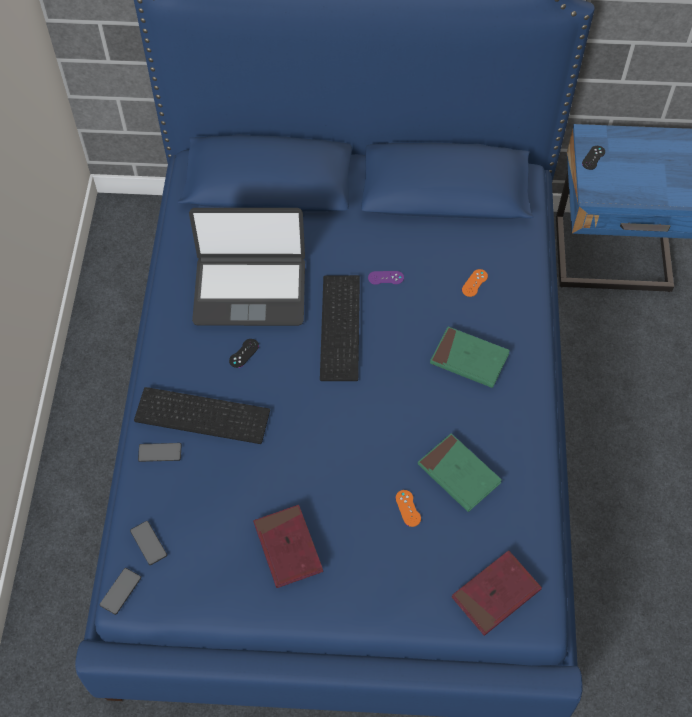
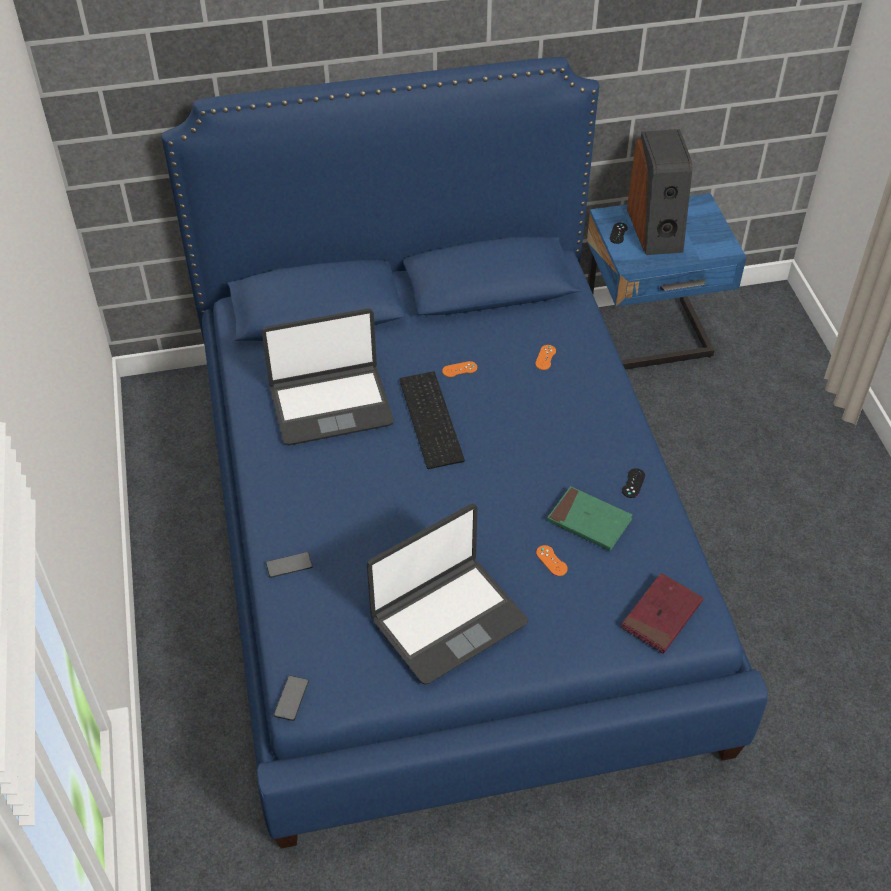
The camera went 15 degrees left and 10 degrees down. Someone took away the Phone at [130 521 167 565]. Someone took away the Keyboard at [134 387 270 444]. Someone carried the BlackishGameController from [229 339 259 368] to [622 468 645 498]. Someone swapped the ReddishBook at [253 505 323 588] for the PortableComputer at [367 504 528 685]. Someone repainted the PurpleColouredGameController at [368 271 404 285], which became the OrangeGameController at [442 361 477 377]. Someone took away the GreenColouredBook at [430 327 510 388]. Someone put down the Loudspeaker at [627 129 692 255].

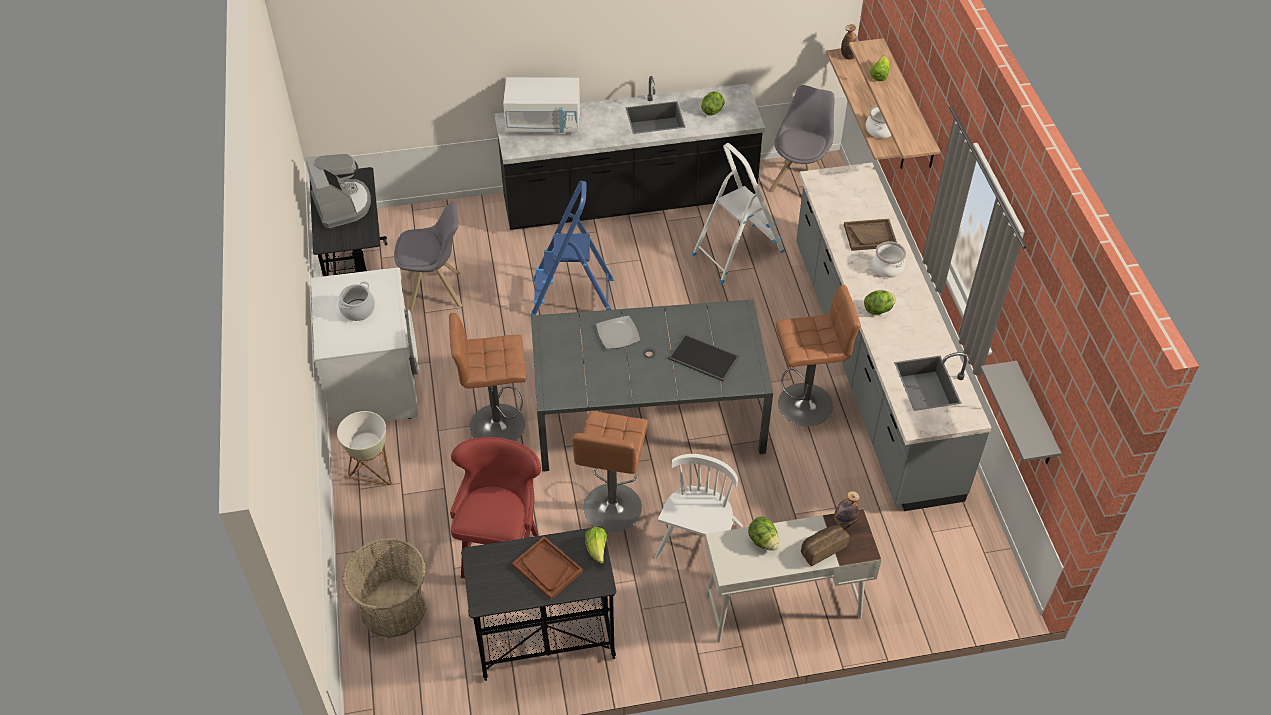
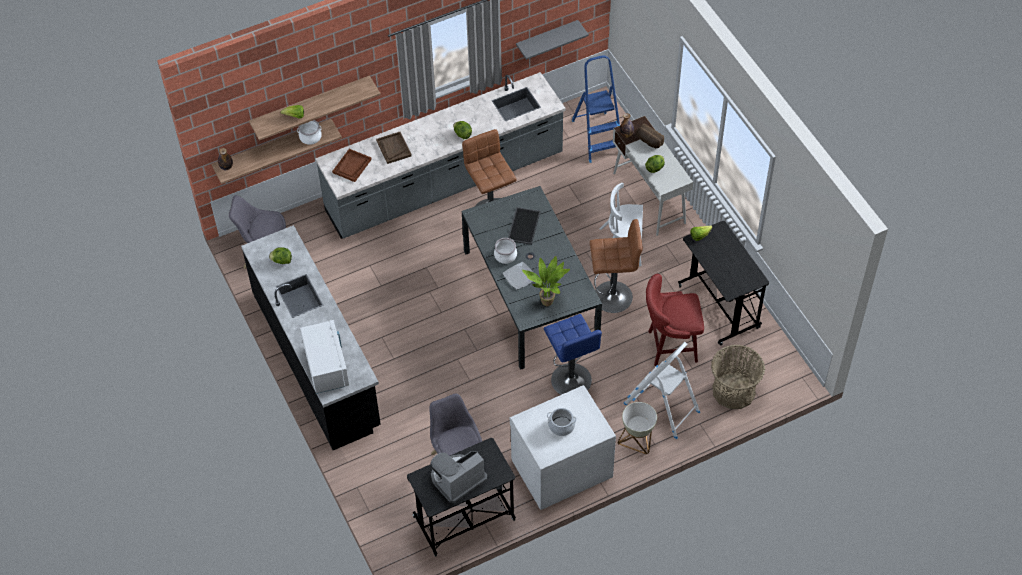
The camera went 105 degrees left and 5 degrees up. Someone repainted the BrownishStool at [449 313 526 441], which became the BluishStool at [544 314 602 395]. Someone carried the BrownishTray from [512 536 583 600] to [332 149 372 182]. Someone carried the BluishStepladder from [530 180 614 316] to [572 55 620 163]. Someone carried the WhiteColouredStepladder from [692 143 785 284] to [623 342 700 439]. Someone carried the Saucepot from [872 241 906 278] to [494 238 517 264]. Someone put down the PottedPlant at [522 256 570 306].

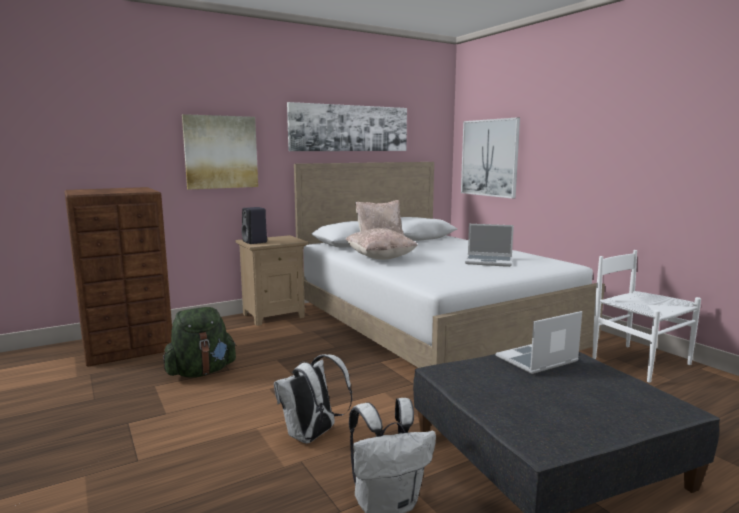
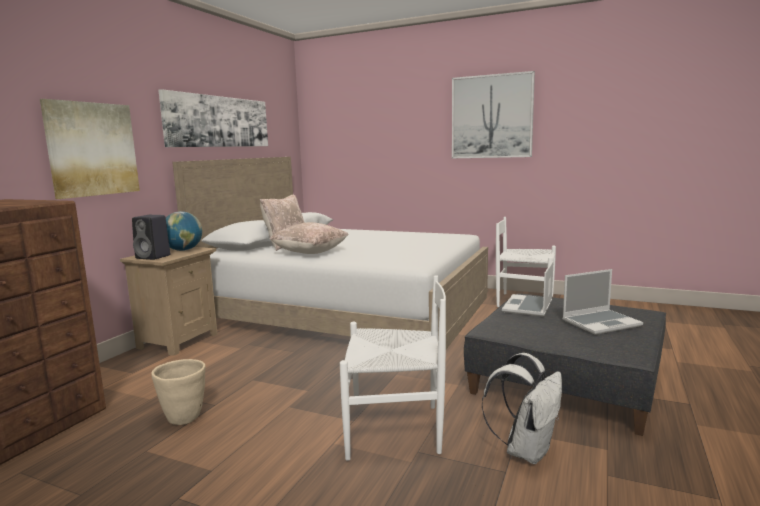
The camera went 35 degrees left and 0 degrees up. Someone swapped the GreenColouredKnapsack at [163 307 237 378] for the SandColouredFlowerPot at [151 359 206 425]. Someone swapped the WhiteColouredKnapsack at [274 354 352 444] for the WhiteColouredChair at [340 275 446 461]. Someone carried the WallArt from [461 117 520 199] to [452 71 535 158]. Someone carried the PortableComputer from [465 224 514 267] to [562 269 643 335]. Someone put down the Globe at [166 211 202 251].

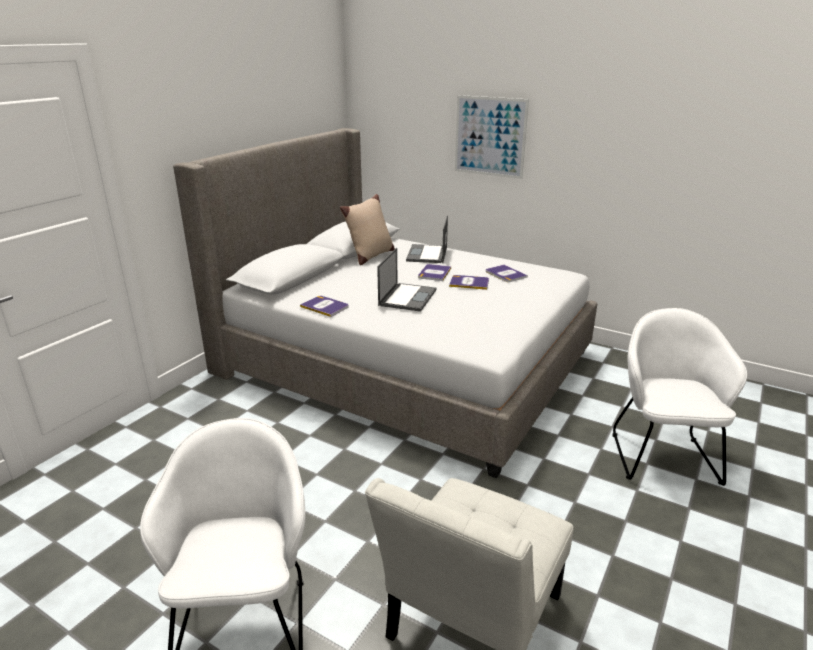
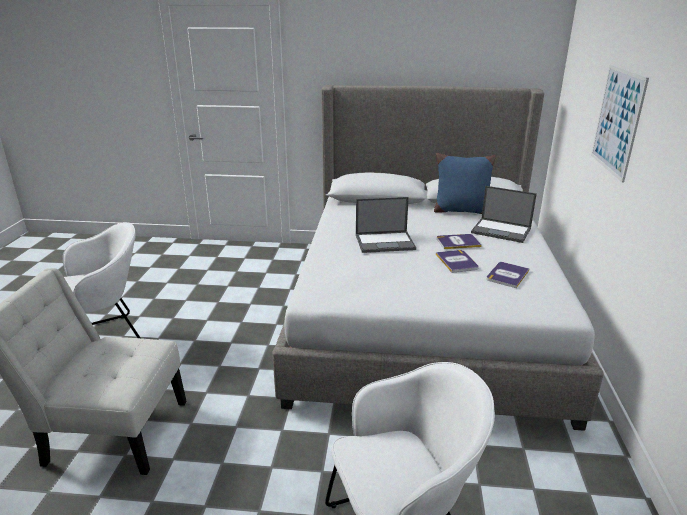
The camera went 65 degrees right and 0 degrees up. Someone took away the Book at [300 296 349 317]. Someone repainted the SandColouredPillow at [340 194 395 265], which became the BluishPillow at [434 153 496 214]. Someone rotated the PortableComputer at [406 215 448 263] by 135 degrees counterclockwise.

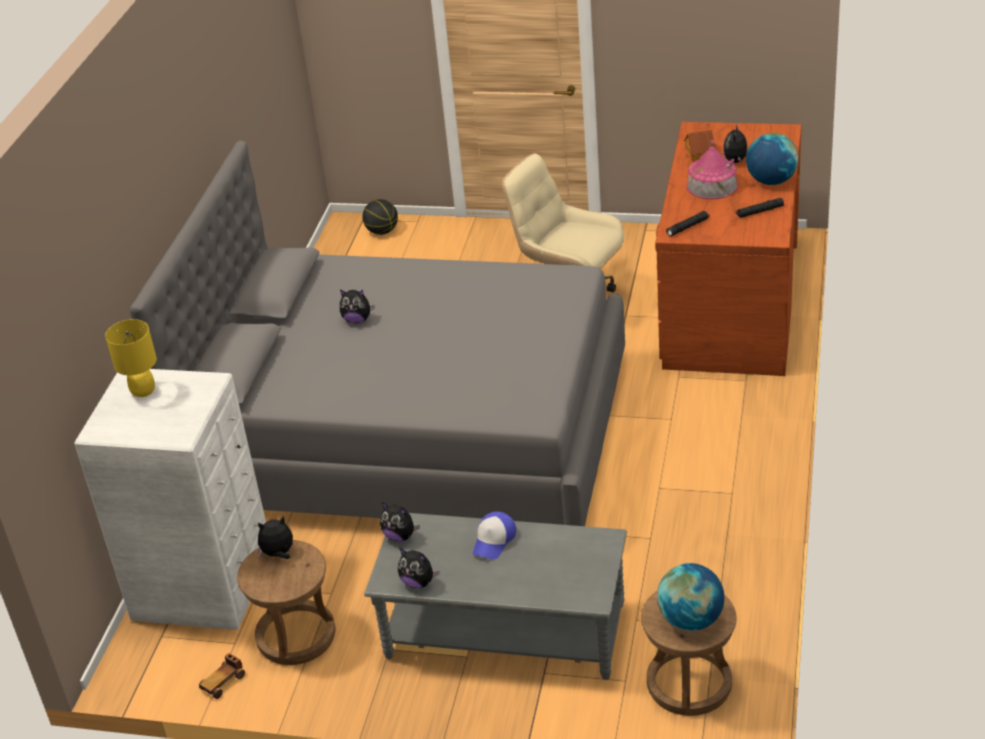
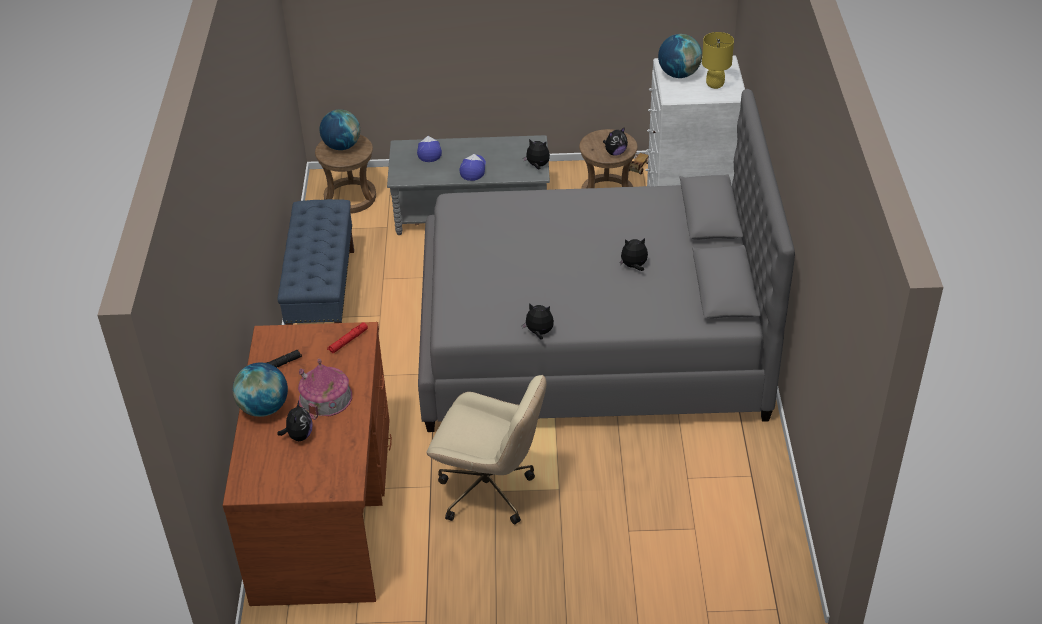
The camera went 165 degrees right and 5 degrees up. Someone took away the Basketball at [362 199 398 235]. Someone carried the SoftToy from [398 548 439 589] to [522 303 554 339]. Someone repainted the BlackishHandTorch at [666 211 710 236], which became the ReddishHandTorch at [327 322 368 353]. Someone took away the ModelHouse at [684 130 716 161]. Someone put down the BluishBench at [278 199 354 325]. Someone put down the Cap at [417 136 442 162]. Someone put down the Globe at [658 34 702 78].

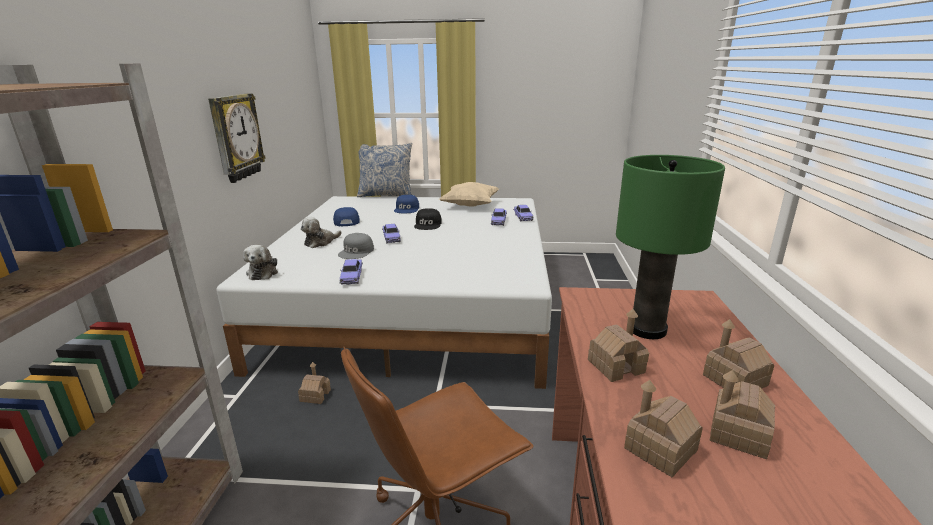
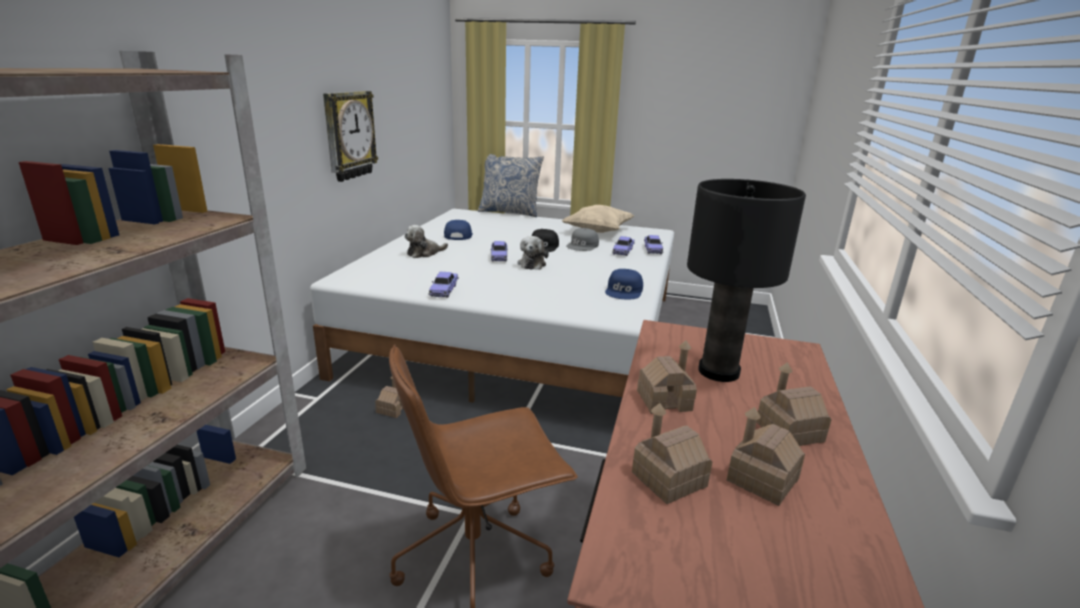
The camera went 10 degrees right and 0 degrees up. Someone carried the SoftToy from [243 245 278 280] to [517 236 549 270]. Someone carried the GrayCap from [338 233 374 259] to [566 228 599 251]. Someone carried the BluishCap from [394 195 419 214] to [605 269 643 300]. Someone repainted the GreenColouredTabletopLamp at [616 155 725 339], which became the BlackishTabletopLamp at [687 179 806 382].

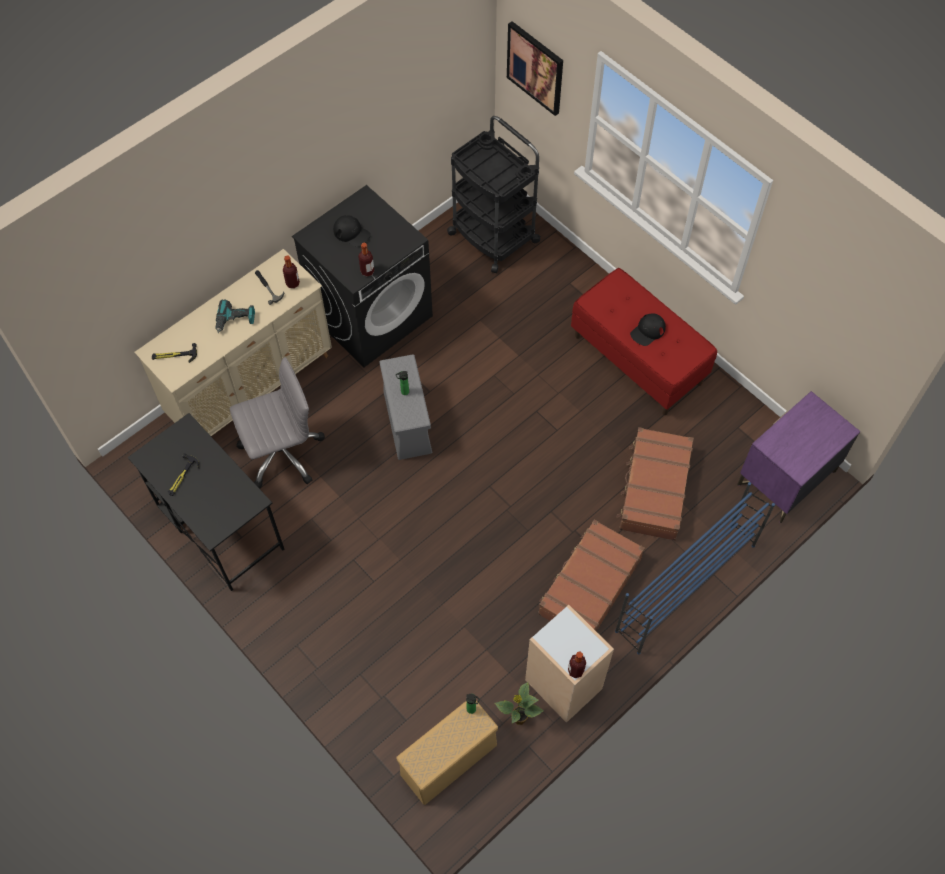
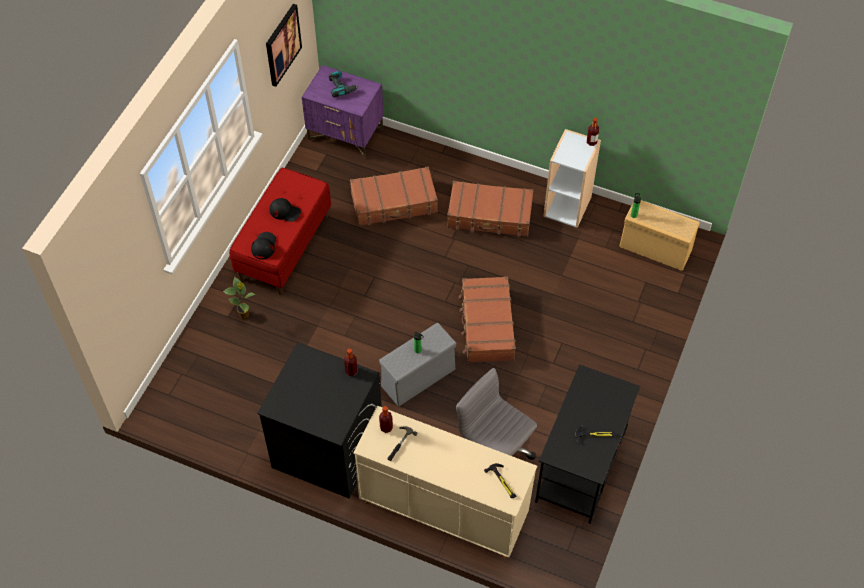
The camera went 115 degrees left and 5 degrees down. Someone carried the Drill from [215 299 255 333] to [329 71 358 97]. Someone carried the BlackishCap from [333 215 371 247] to [251 232 276 259]. Someone took away the BlackishTrolley at [447 116 541 273]. Someone carried the PottedPlant from [494 682 544 725] to [223 277 256 319]. Someone carried the WallArt from [507 21 563 116] to [266 4 302 87]. Someone took away the BluishShoeShelf at [615 482 775 655]. Someone put down the BrownishTravelCase at [459 276 516 362].

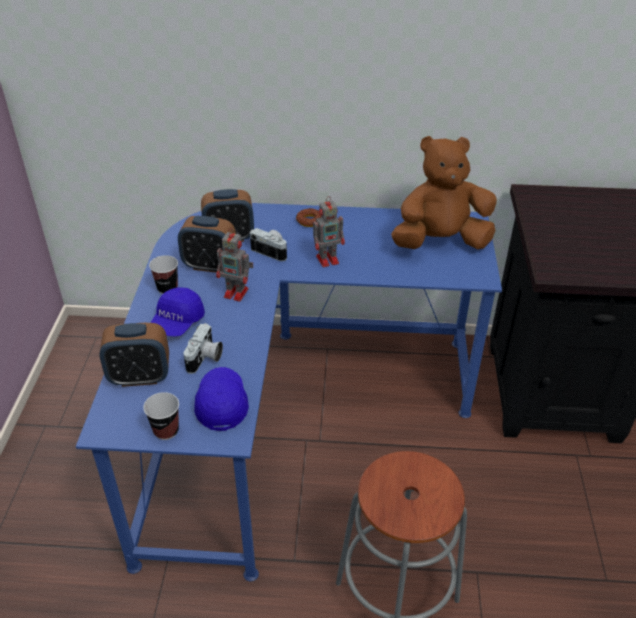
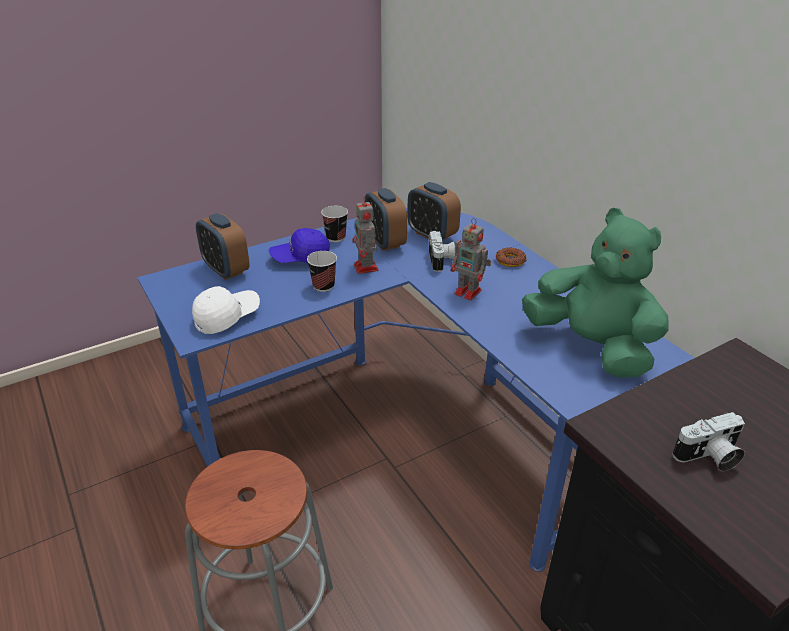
The camera went 55 degrees right and 5 degrees down. Someone carried the DrinkingCup from [143 392 179 440] to [307 251 337 292]. Someone carried the PhotoCamera from [183 323 223 374] to [672 412 745 471]. Someone repainted the BluishCap at [194 367 249 431], which became the WhiteColouredCap at [192 286 260 334]. Someone repainted the BrownishSoftToy at [391 136 497 249], which became the GreenColouredSoftToy at [522 208 669 377].

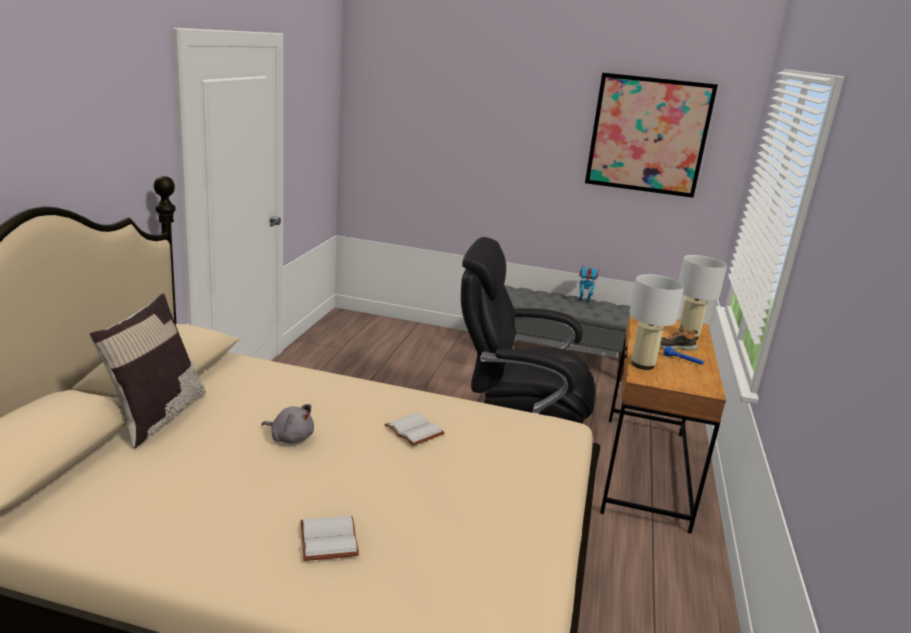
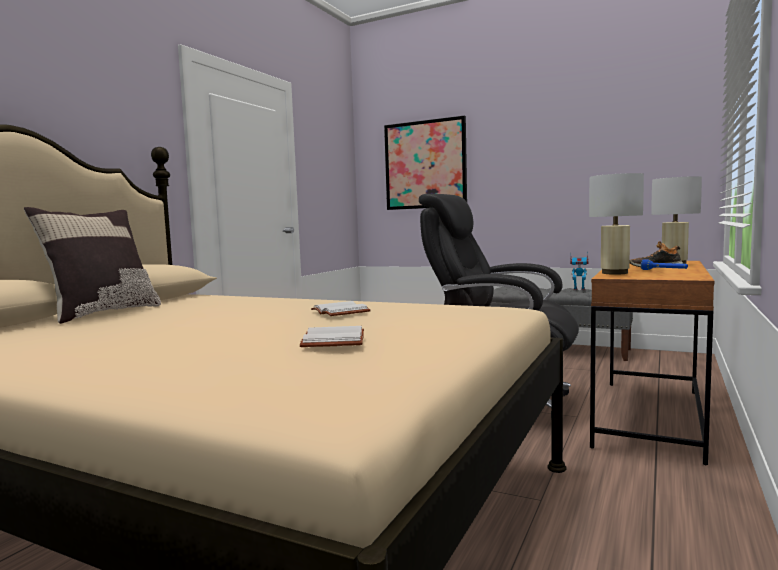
The camera went 15 degrees right and 15 degrees down. Someone took away the GraySoftToy at [261 404 314 443]. Someone carried the WhiteColouredBook from [301 516 359 561] to [300 326 364 347]. Someone carried the WallArt from [585 73 718 198] to [384 116 467 210].

